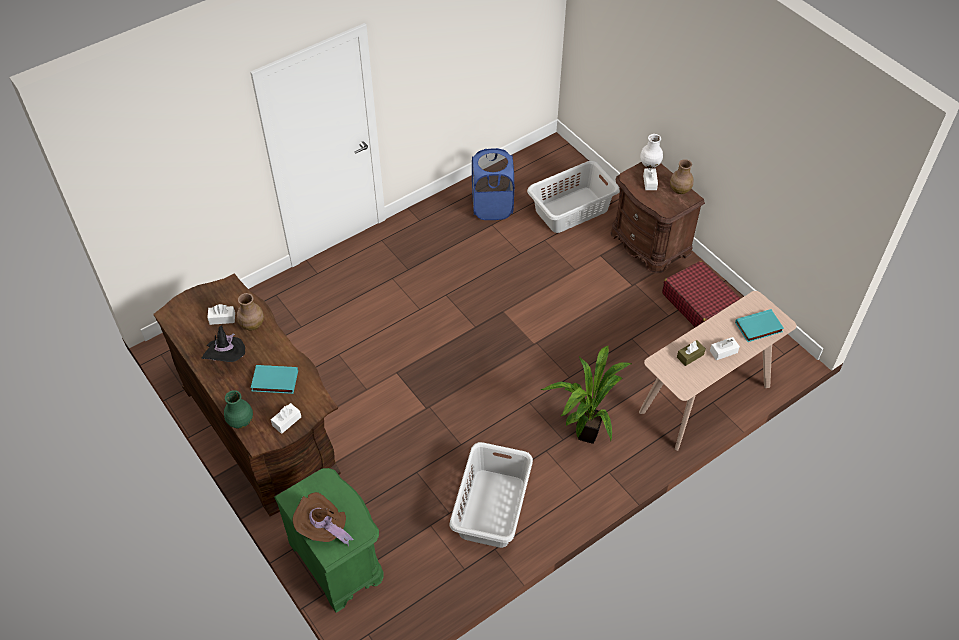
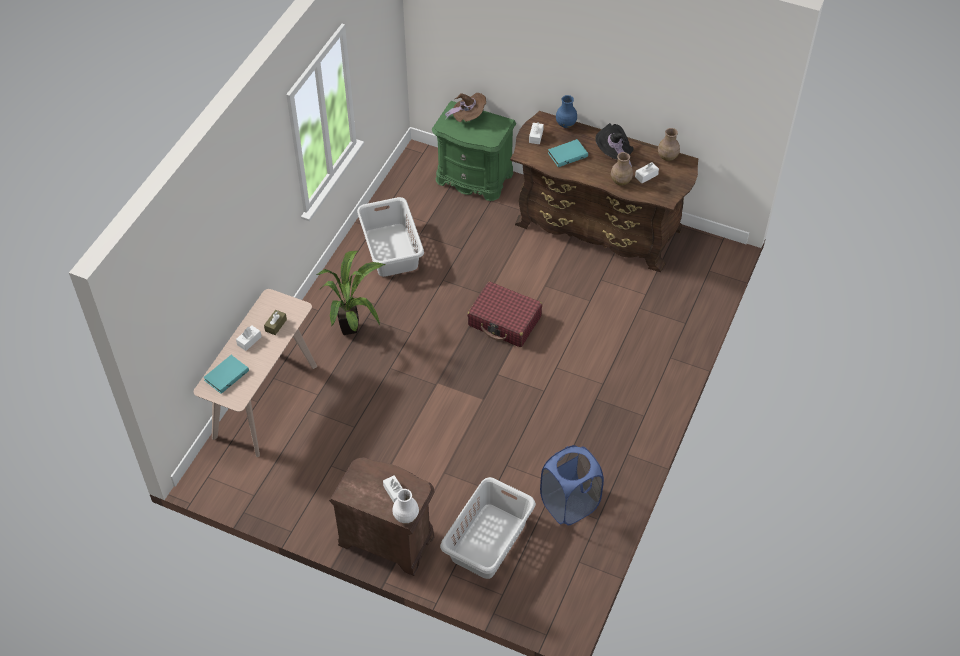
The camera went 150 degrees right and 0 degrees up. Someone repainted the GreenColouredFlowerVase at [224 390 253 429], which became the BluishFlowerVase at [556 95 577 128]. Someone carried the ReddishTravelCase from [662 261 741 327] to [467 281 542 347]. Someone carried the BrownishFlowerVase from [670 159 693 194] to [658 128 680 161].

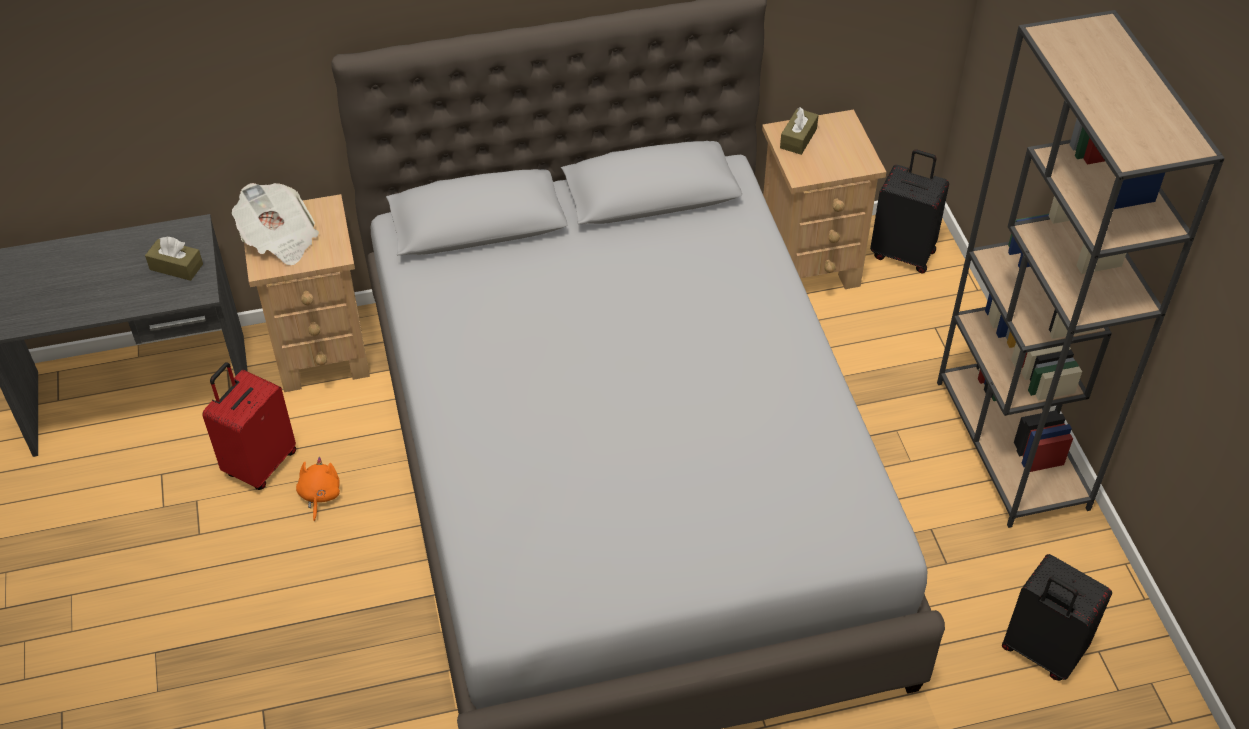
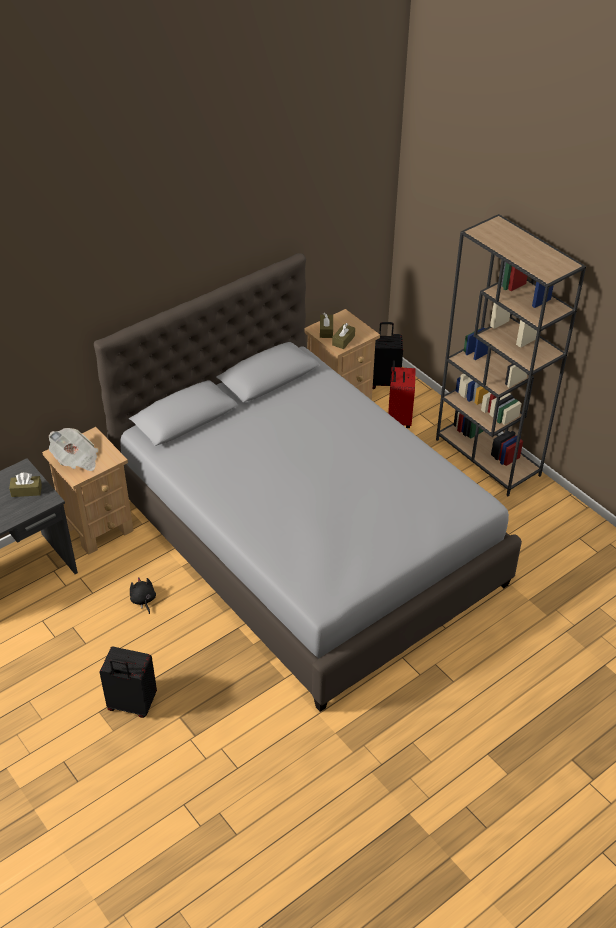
The camera went 25 degrees left and 5 degrees down. Someone carried the ReddishTravelCase from [202 362 296 490] to [388 360 415 428]. Someone repainted the OrangeSoftToy at [296 457 340 522], which became the BlackishSoftToy at [130 577 156 614]. Someone carried the BlackishTravelCase from [1002 554 1112 681] to [99 647 157 718]. Someone put down the BrownishTissueBox at [332 323 355 349].

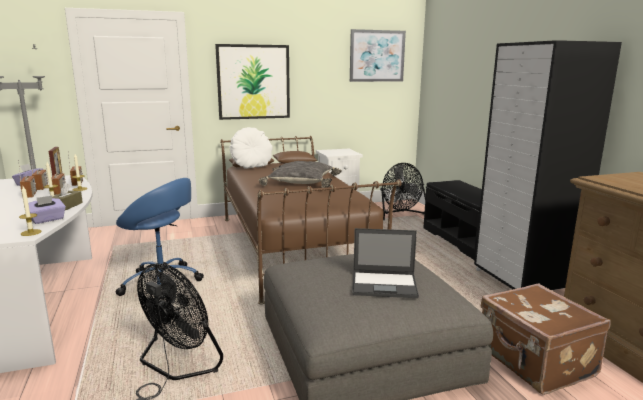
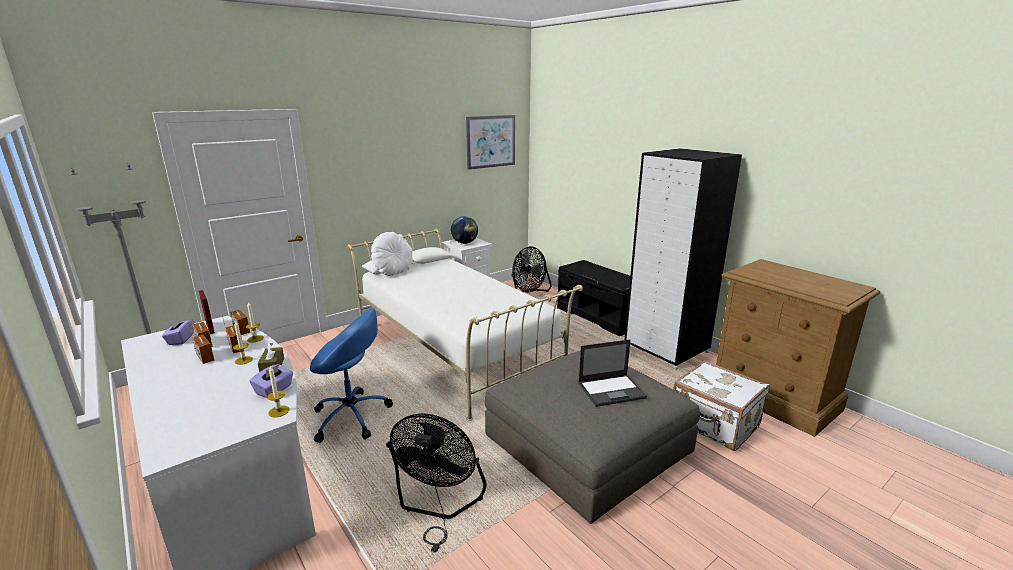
The camera went 20 degrees left and 5 degrees up. Someone took away the WallArt at [215 44 290 120]. Someone repainted the BrownishSleepingBed at [220 136 402 304], which became the WhiteColouredSleepingBed at [347 228 583 421]. Someone took away the Pillow at [259 161 342 188]. Someone repainted the BrownishTravelCase at [481 283 611 395], which became the WhiteColouredTravelCase at [673 360 770 451]. Someone put down the Globe at [451 216 478 244].

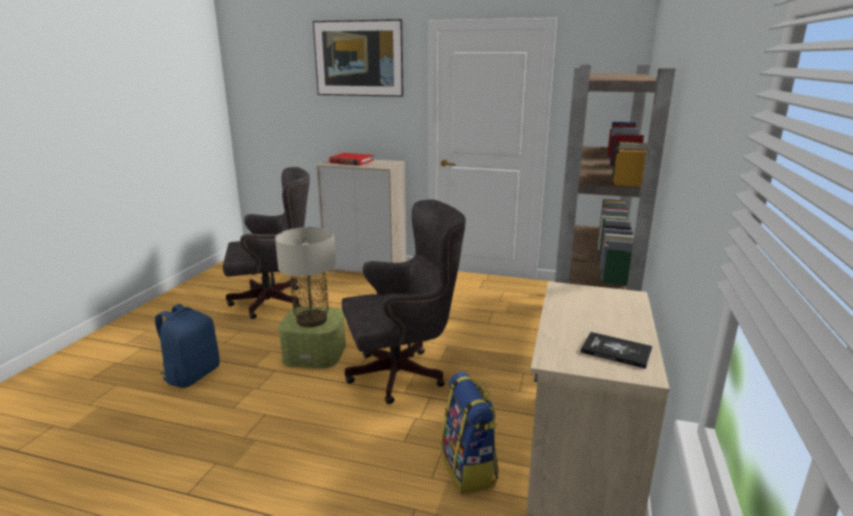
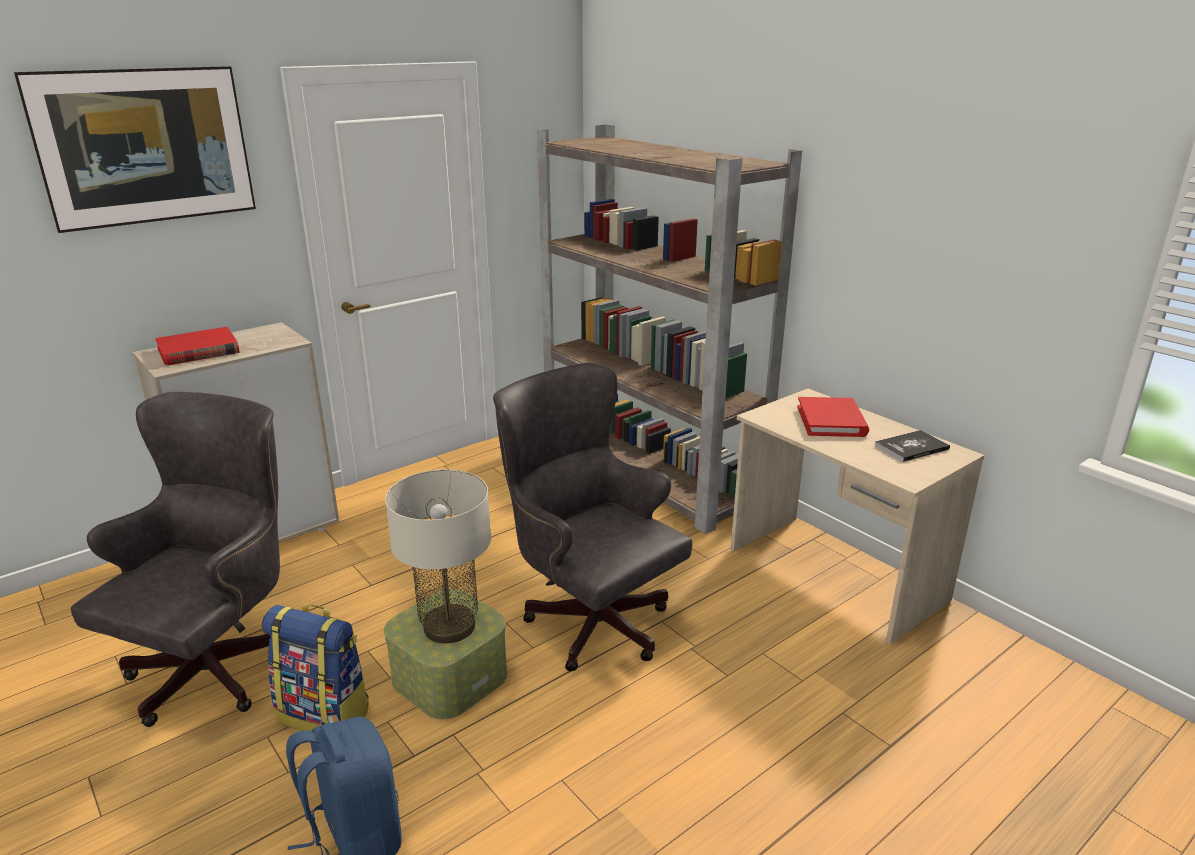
The camera went 55 degrees left and 5 degrees up. Someone rotated the GrayDeskChair at [342 200 466 404] by 60 degrees counterclockwise. Someone carried the Knapsack from [441 372 499 494] to [262 604 370 732]. Someone put down the ReddishBook at [797 397 869 437].

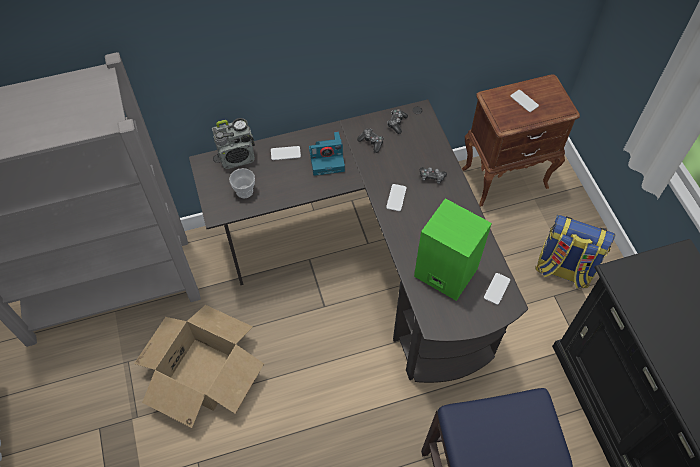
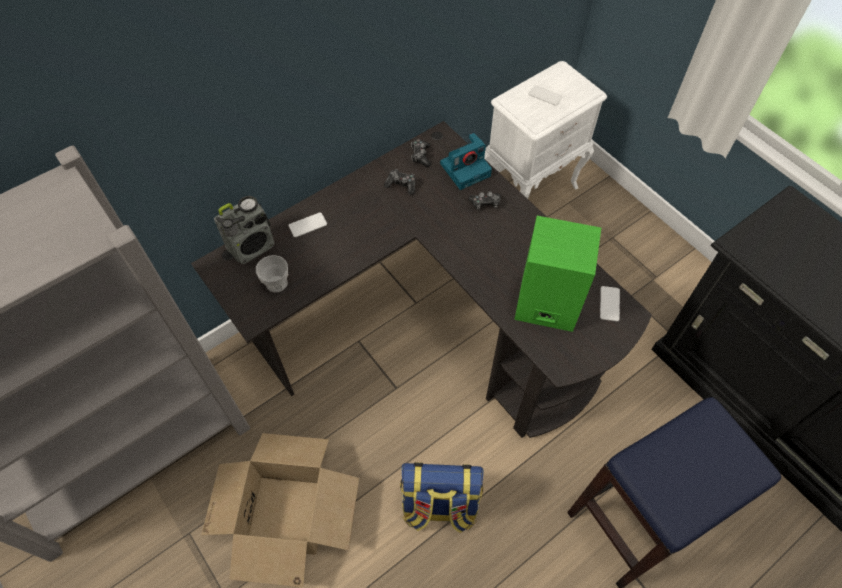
The camera went 20 degrees left and 0 degrees up. Someone carried the PhotoCamera from [309 132 345 176] to [440 133 492 190]. Someone took away the Phone at [386 184 406 211]. Someone repainted the BrownishNightTable at [462 74 580 207], which became the WhiteColouredNightTable at [484 61 607 199]. Someone carried the Knapsack from [536 215 616 288] to [400 462 484 533].

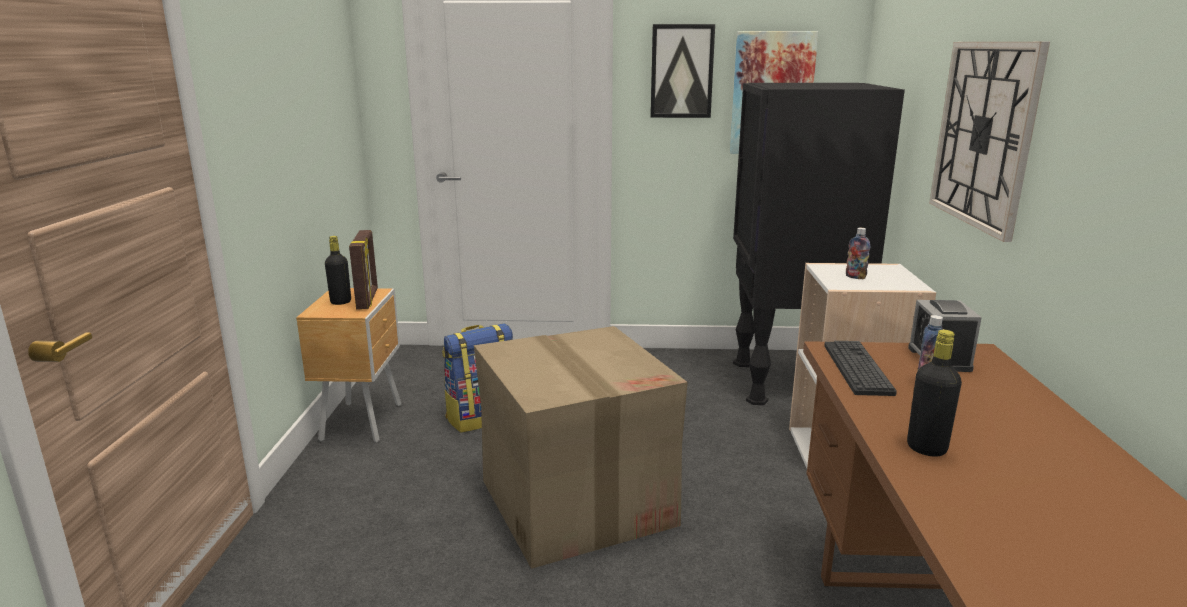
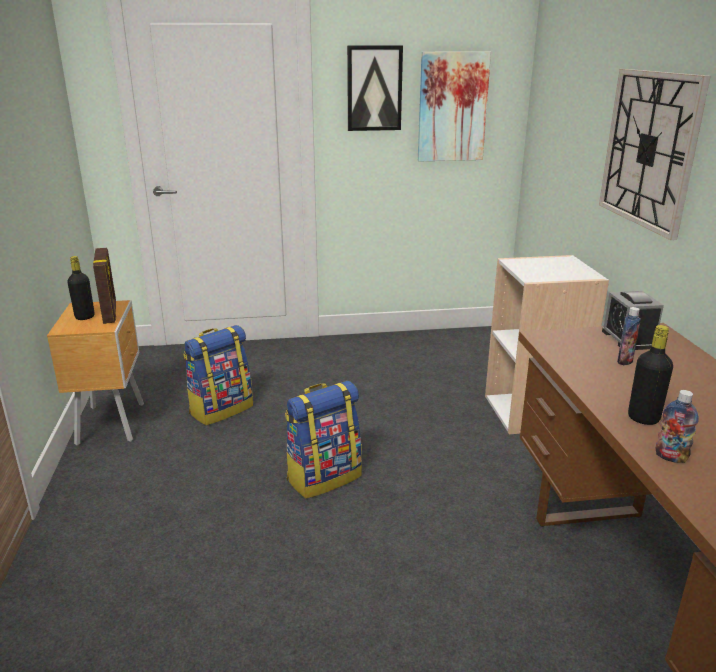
The camera went 10 degrees left and 5 degrees up. Someone swapped the CardboardBox at [474 326 688 569] for the Knapsack at [285 381 362 499]. Someone took away the BlackishCupboard at [733 83 905 405]. Someone took away the Keyboard at [824 341 897 396]. Someone carried the DrinkBottle from [846 228 870 279] to [655 390 699 463].

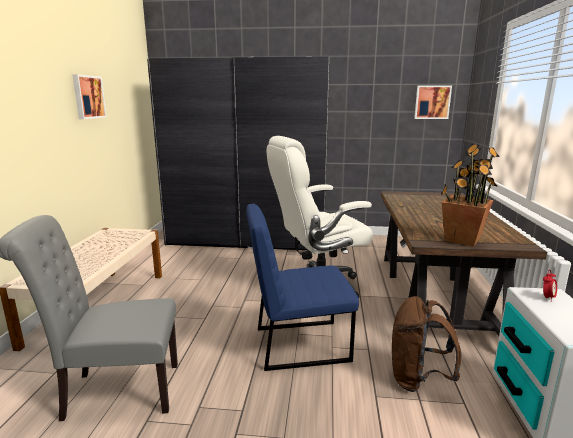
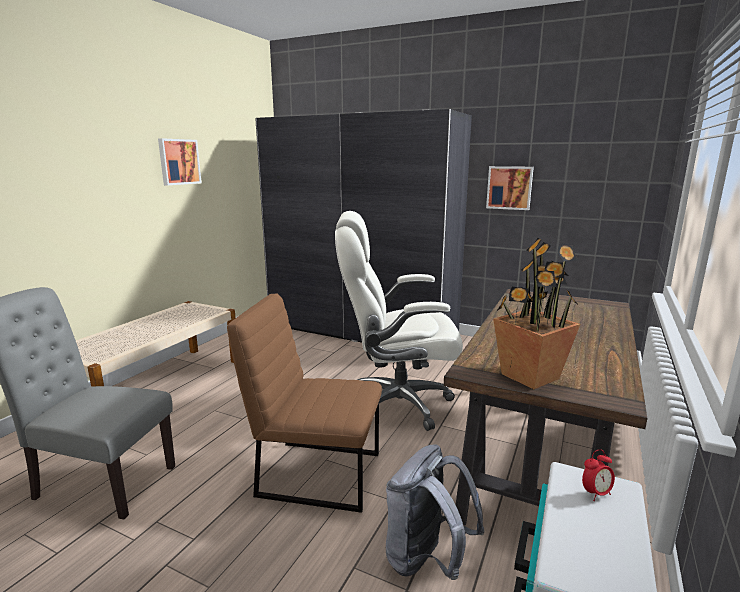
The camera went 20 degrees right and 0 degrees up. Someone repainted the BluishChair at [246 204 359 371], which became the BrownishChair at [227 294 382 513]. Someone repainted the BrownishKnapsack at [392 296 461 392], which became the GrayKnapsack at [386 444 484 580]. Someone carried the WallArt from [414 85 452 119] to [486 166 534 210].

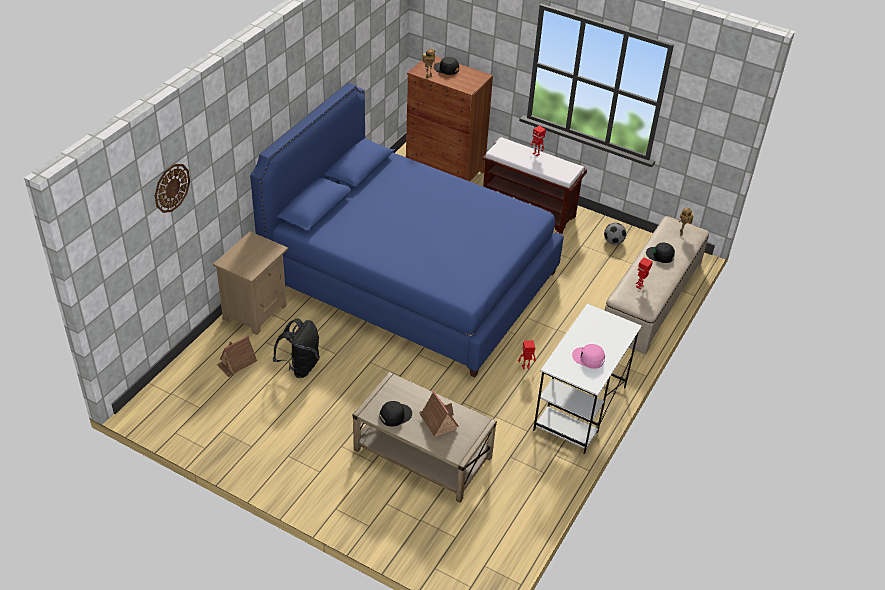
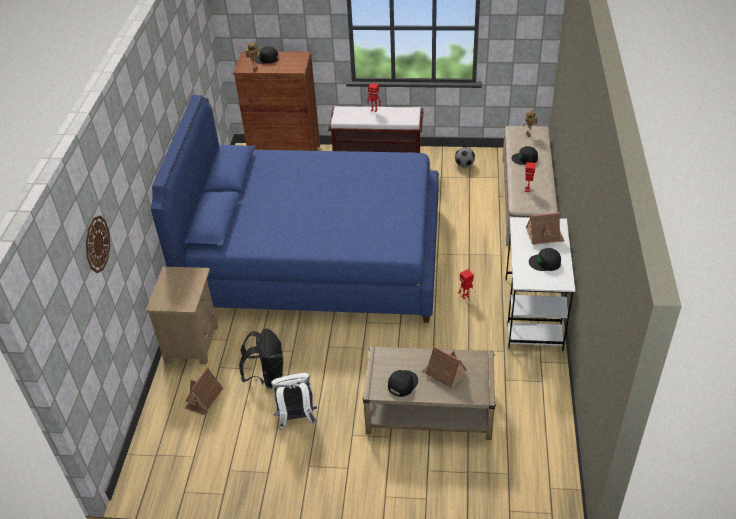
The camera went 20 degrees left and 0 degrees up. Someone repainted the PinkishCap at [572 344 605 369], which became the BlackishCap at [529 248 561 271]. Someone put down the WhiteColouredKnapsack at [271 373 317 431]. Someone put down the ModelHouse at [526 212 565 245].

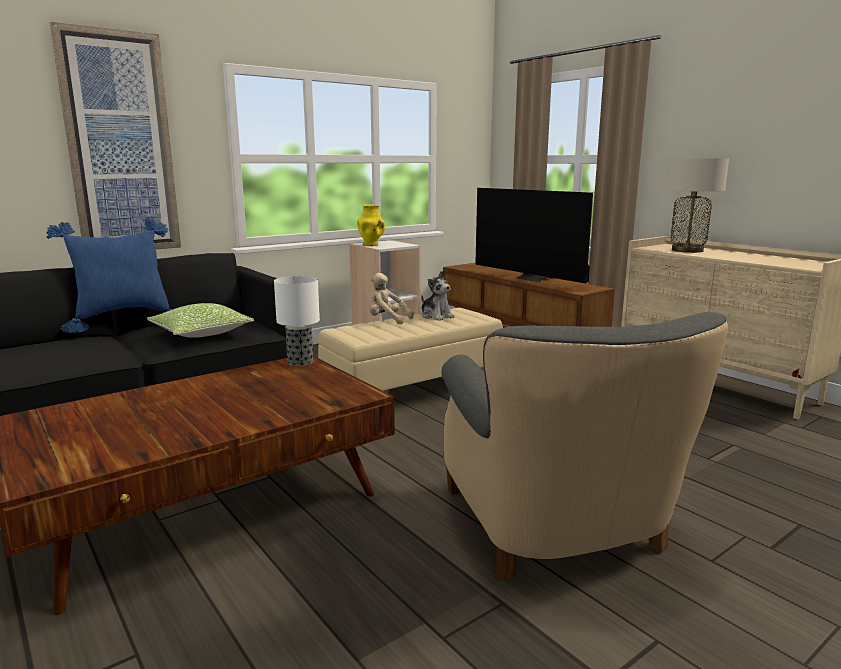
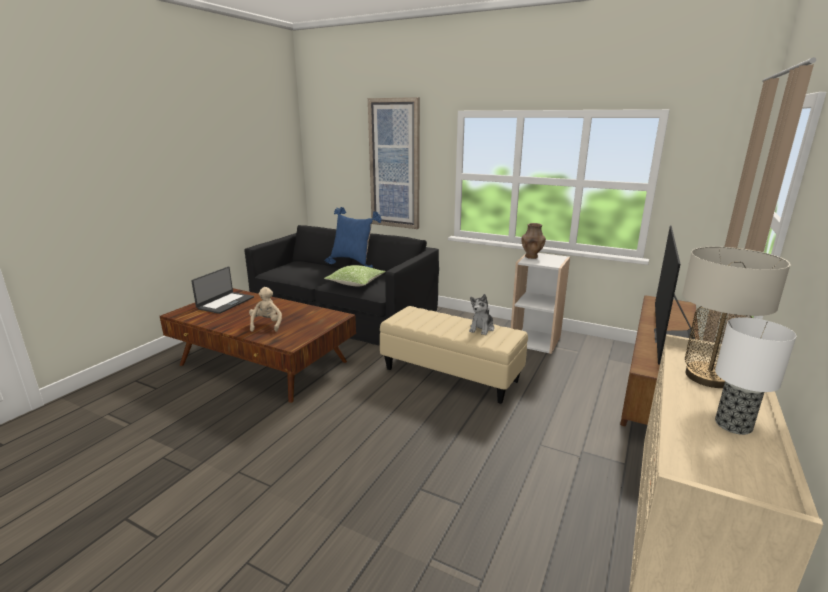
The camera went 65 degrees right and 5 degrees up. Someone carried the TabletopLamp from [274 276 320 366] to [715 317 796 435]. Someone repainted the YellowFlowerVase at [357 204 385 246], which became the BrownishFlowerVase at [521 223 546 259]. Someone carried the SandColouredSoftToy from [369 273 414 324] to [249 287 282 332]. Someone took away the GrayArmchair at [441 312 728 581]. Someone put down the PortableComputer at [191 267 254 314].

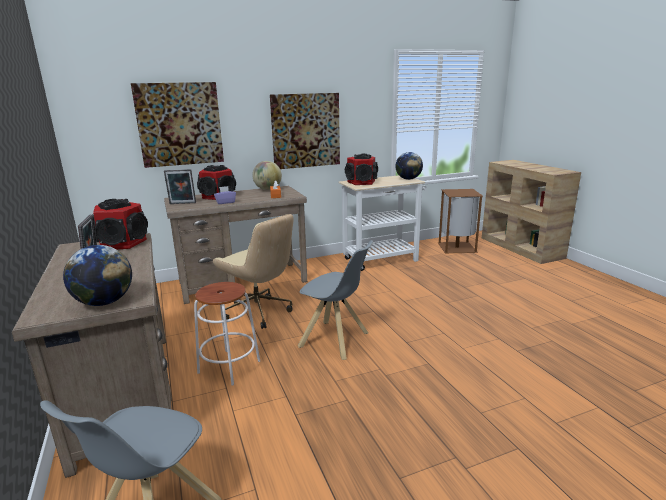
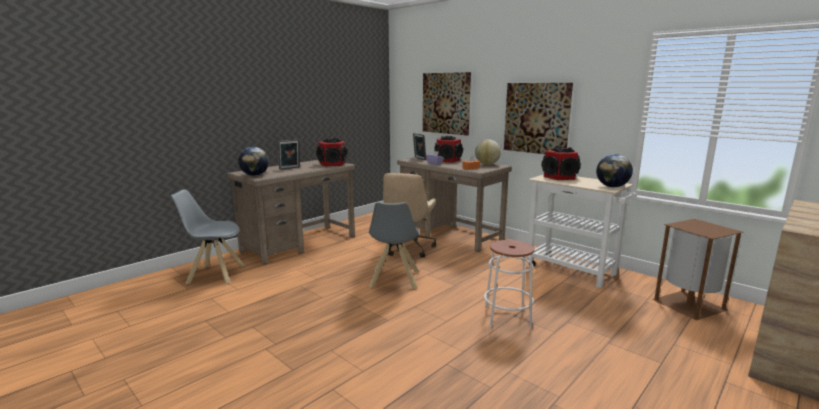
The camera went 65 degrees right and 5 degrees down. Someone carried the WhiteColouredStool from [194 282 260 386] to [484 240 534 328].

